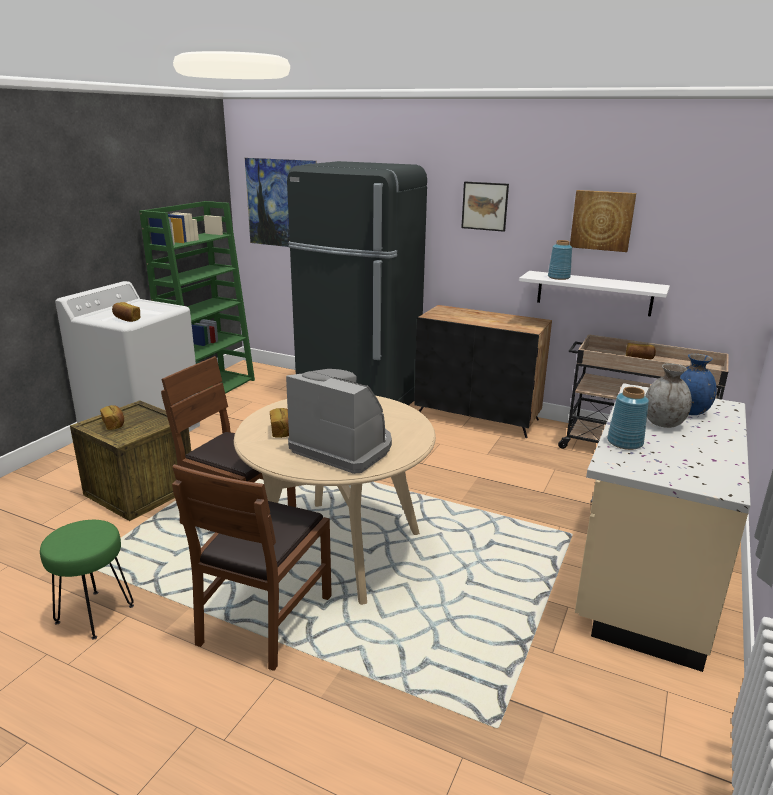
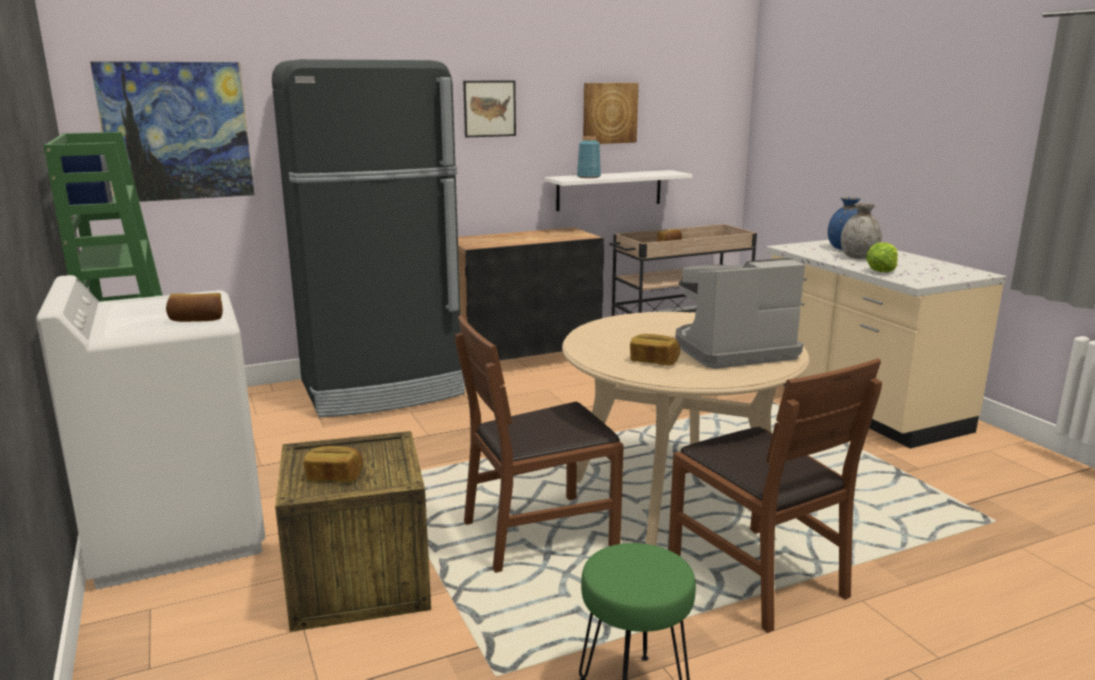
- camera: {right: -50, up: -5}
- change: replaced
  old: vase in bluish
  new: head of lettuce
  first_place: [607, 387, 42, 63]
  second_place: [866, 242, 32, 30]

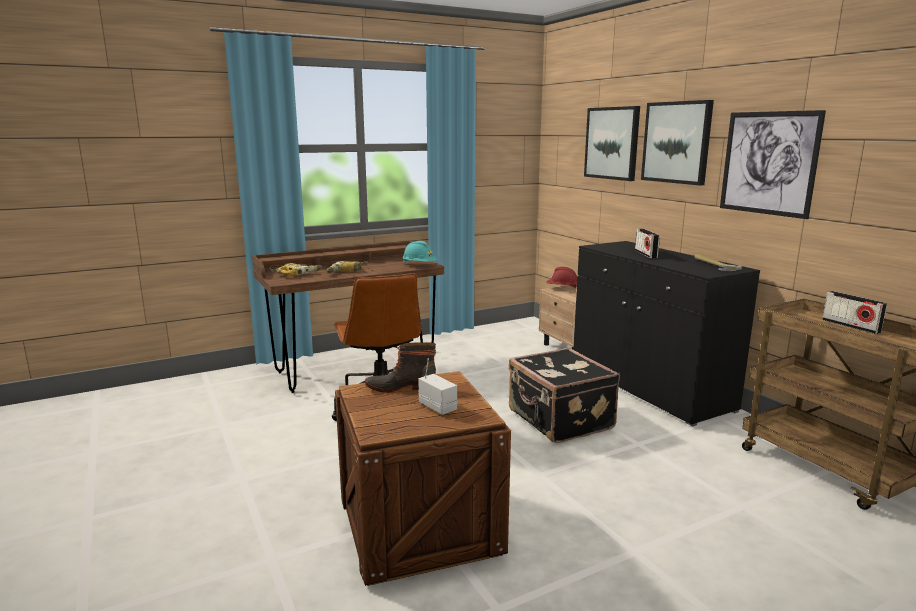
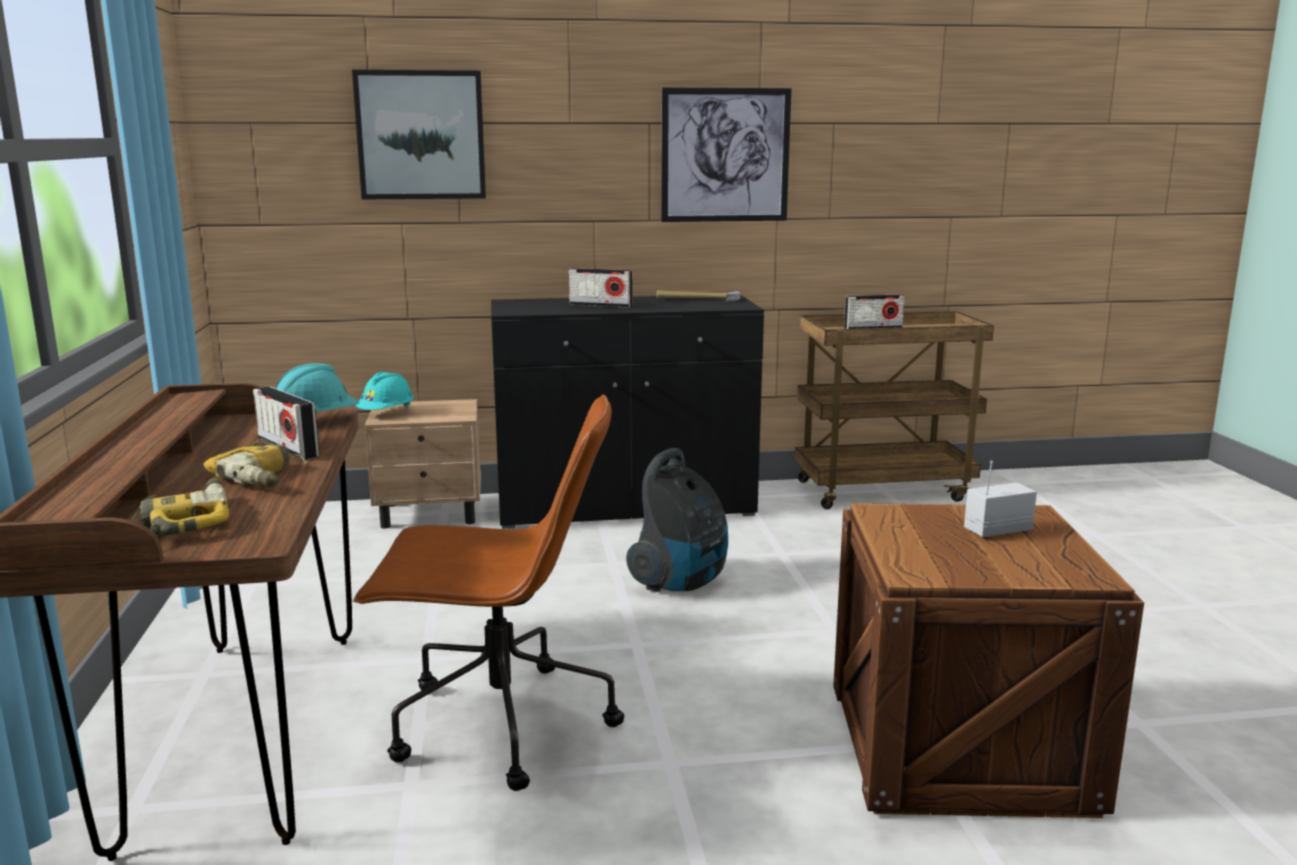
- camera: {right: -70, up: 0}
- change: added
  new: radio set
  second_place: [253, 386, 67, 74]
- change: recoloured
  old: safety helmet in reddish
  new: safety helmet in turquoise
  first_place: [547, 267, 30, 22]
  second_place: [355, 372, 59, 38]
- change: replaced
  old: suitcase in black
  new: vacuum cleaner
  first_place: [508, 348, 112, 95]
  second_place: [626, 448, 102, 144]
- change: removed
  old: boot
  first_place: [365, 342, 71, 51]
- change: removed
  old: wall picture
  first_place: [641, 100, 73, 85]

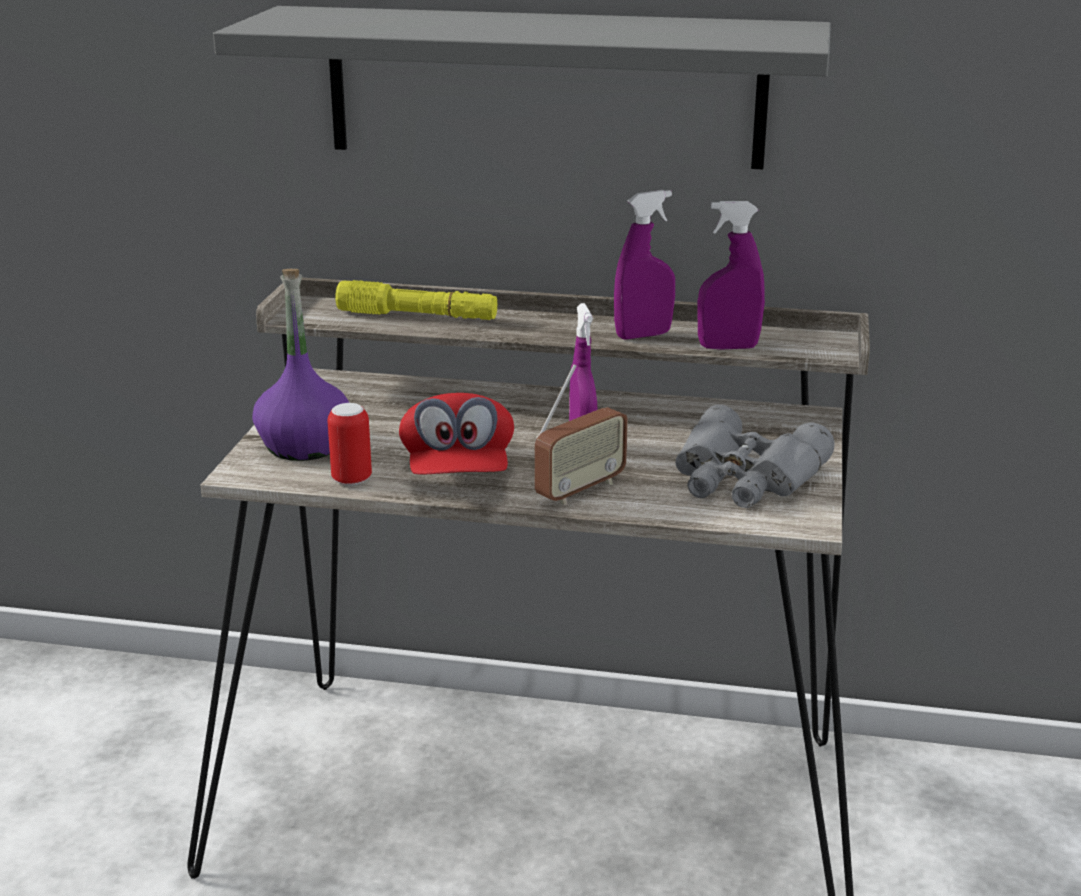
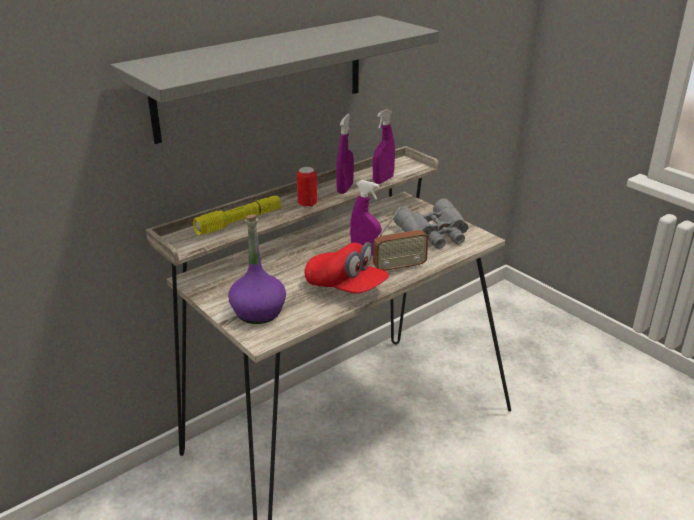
- camera: {right: -50, up: 5}
- change: moved
  old: metal can
  first_place: [327, 403, 45, 83]
  second_place: [297, 167, 20, 41]
- change: turned
  old: radio set
  first_place: [535, 364, 93, 141]
  second_place: [373, 206, 55, 66]
  degrees: 75

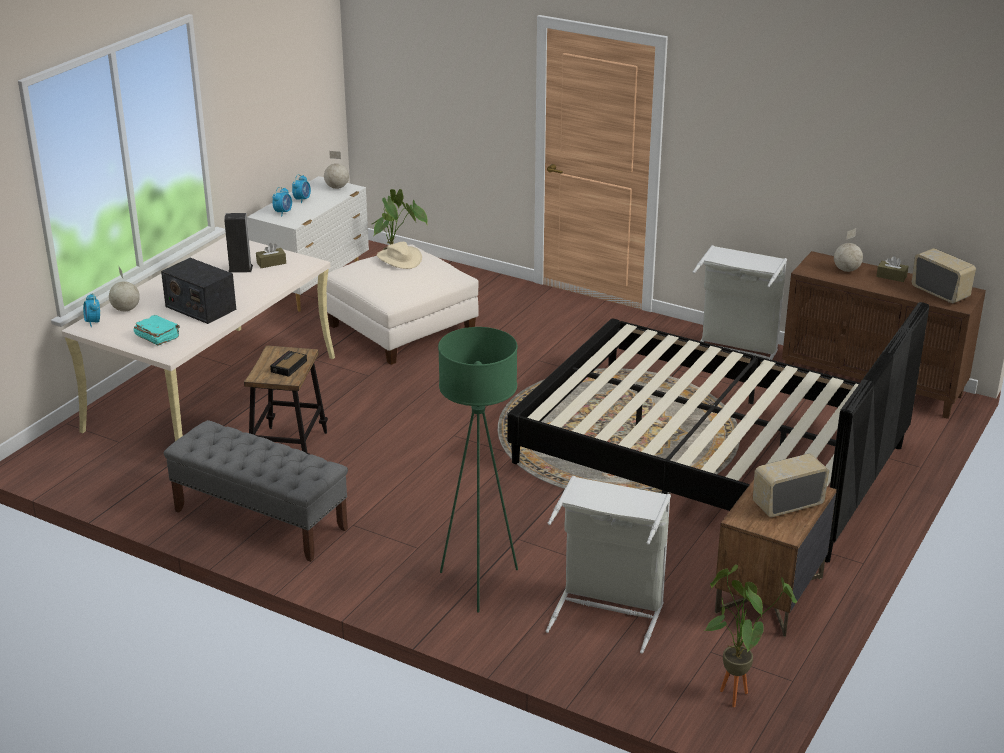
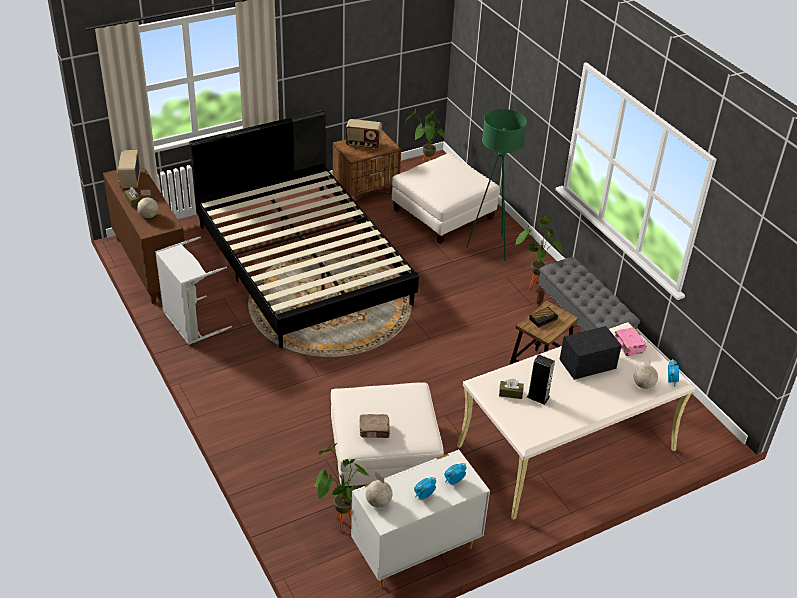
- camera: {right: -150, up: 10}
- change: replaced
  old: clothing hat in beige-coloured
  new: volume in brown
  first_place: [377, 242, 45, 27]
  second_place: [359, 414, 31, 24]
- change: replaced
  old: washing basket in grey
  new: ottoman in white-coloured
  first_place: [546, 476, 125, 178]
  second_place: [392, 153, 108, 91]
- change: added
  new: potted plant
  second_place: [515, 216, 48, 73]
- change: turned
  old: radio set
  first_place: [161, 258, 75, 66]
  second_place: [559, 326, 63, 54]
  degrees: -90
- change: recoloured
  old: volume in turquoise
  new: volume in pink
  first_place: [134, 315, 46, 31]
  second_place: [615, 327, 32, 29]

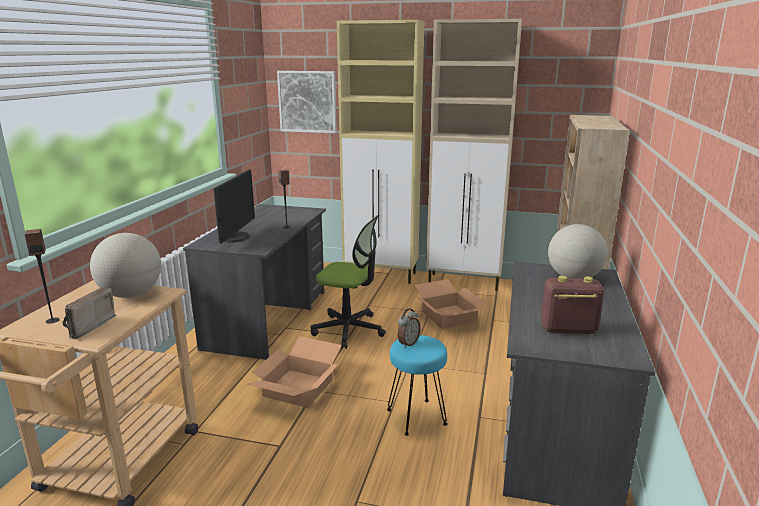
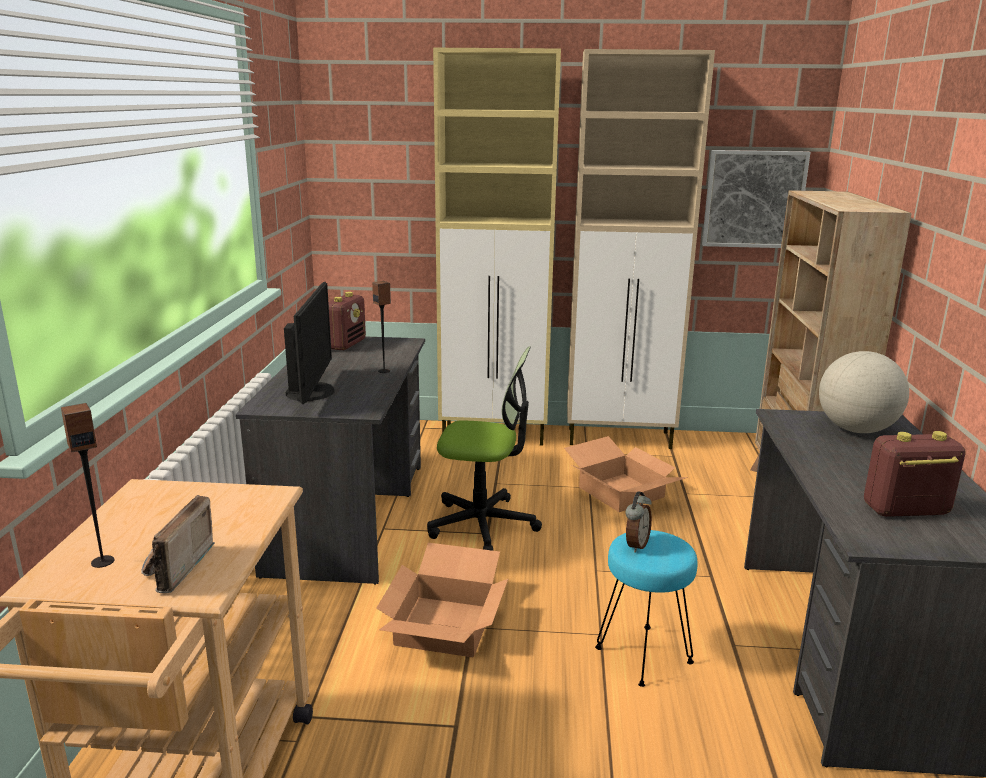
- camera: {right: -10, up: 0}
- change: added
  new: radio set
  second_place: [328, 292, 38, 58]
- change: moved
  old: wall picture
  first_place: [277, 71, 60, 62]
  second_place: [702, 150, 109, 98]
- change: removed
  old: desk globe
  first_place: [90, 233, 71, 65]

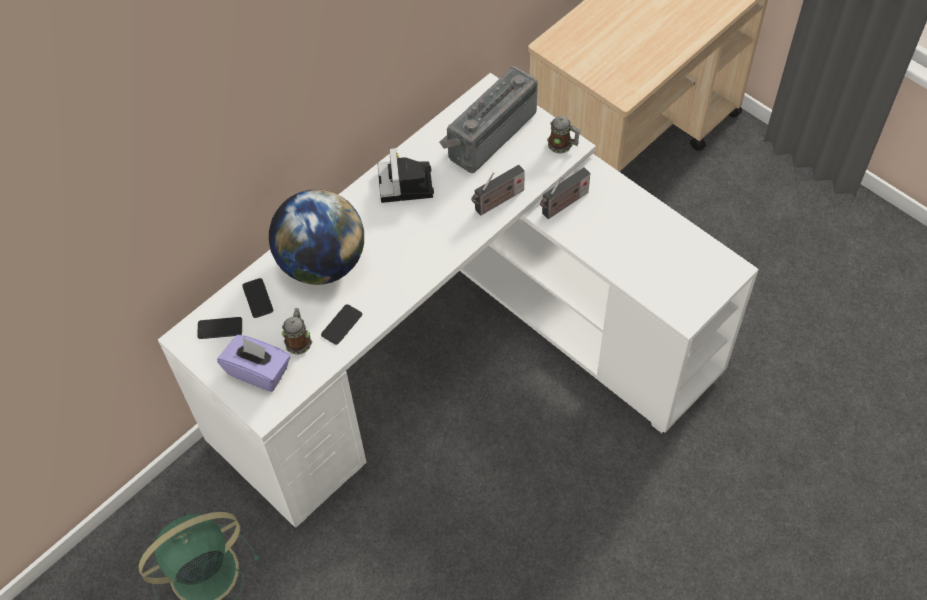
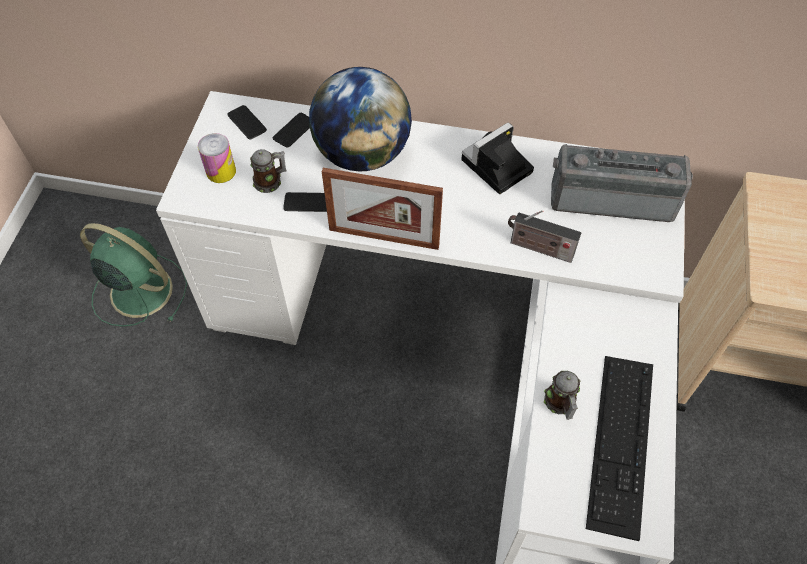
- camera: {right: 55, up: 0}
- change: replaced
  old: tissue holder in purple-coloured
  new: metal can
  first_place: [217, 335, 73, 57]
  second_place: [198, 133, 38, 50]
- change: added
  new: picture frame
  second_place: [322, 168, 121, 82]
- change: moved
  old: coffee mug
  first_place: [547, 116, 34, 37]
  second_place: [544, 371, 36, 49]
- change: added
  new: computer keyboard
  second_place: [586, 356, 67, 185]
- change: removed
  old: radio set
  first_place: [540, 167, 50, 52]

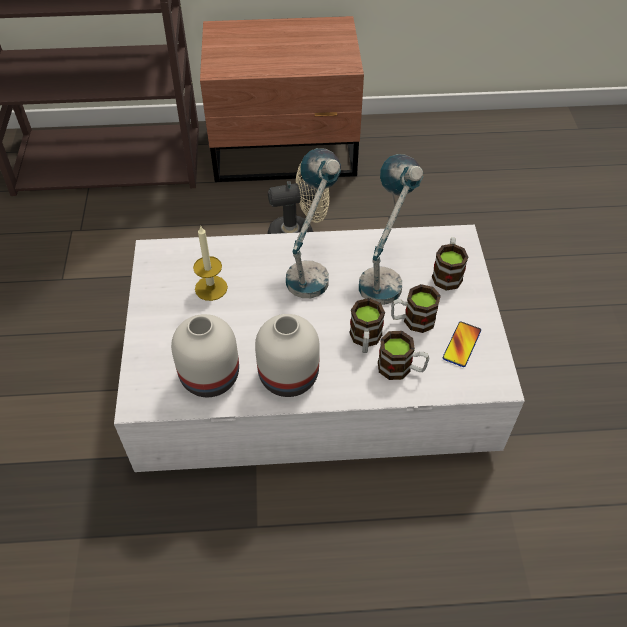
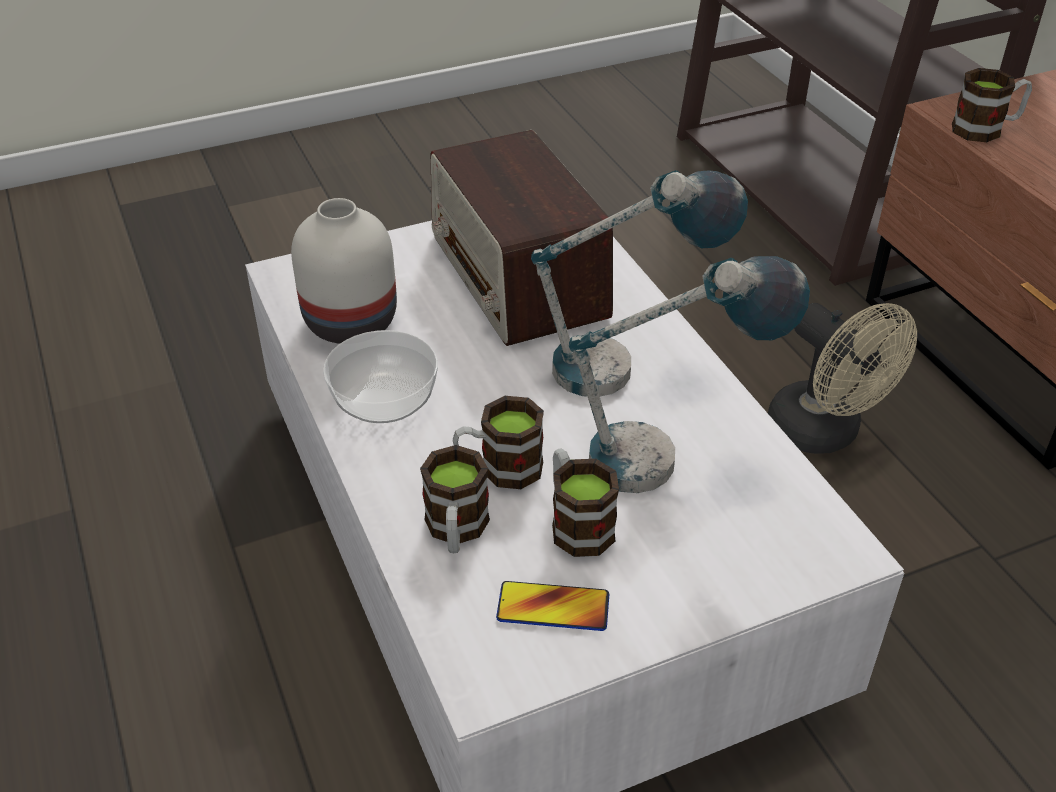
- camera: {right: 70, up: -10}
- change: replaced
  old: vase in white-coloured
  new: serving bowl
  first_place: [255, 314, 65, 83]
  second_place: [323, 330, 115, 93]
- change: replaced
  old: candle
  new: radio set
  first_place: [193, 225, 35, 76]
  second_place: [430, 130, 183, 216]
- change: moved
  old: coffee mug
  first_place: [432, 237, 37, 54]
  second_place: [952, 68, 80, 74]

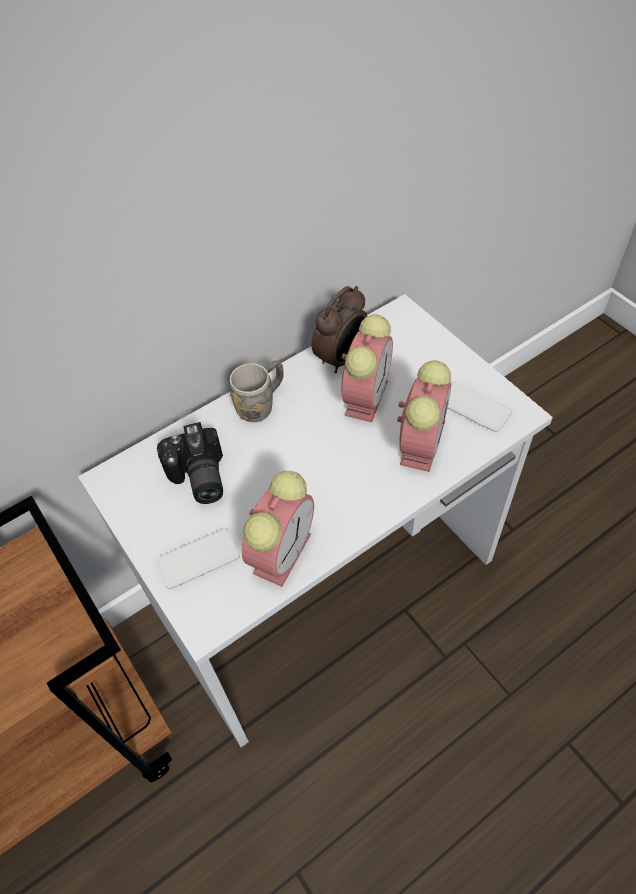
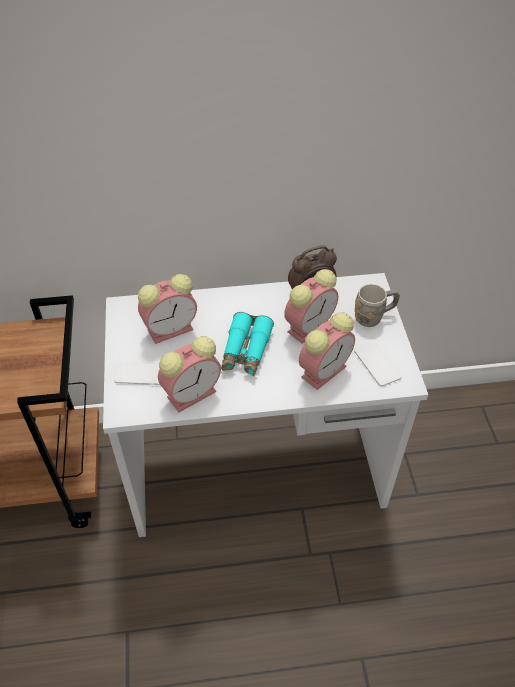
- camera: {right: 25, up: -5}
- change: replaced
  old: photo camera
  new: table clock
  first_place: [157, 422, 66, 82]
  second_place: [138, 274, 59, 70]
- change: added
  new: field glasses in turquoise
  second_place: [221, 312, 53, 64]
- change: moved
  old: coffee mug in grey
  first_place: [230, 360, 54, 62]
  second_place: [355, 284, 45, 43]

